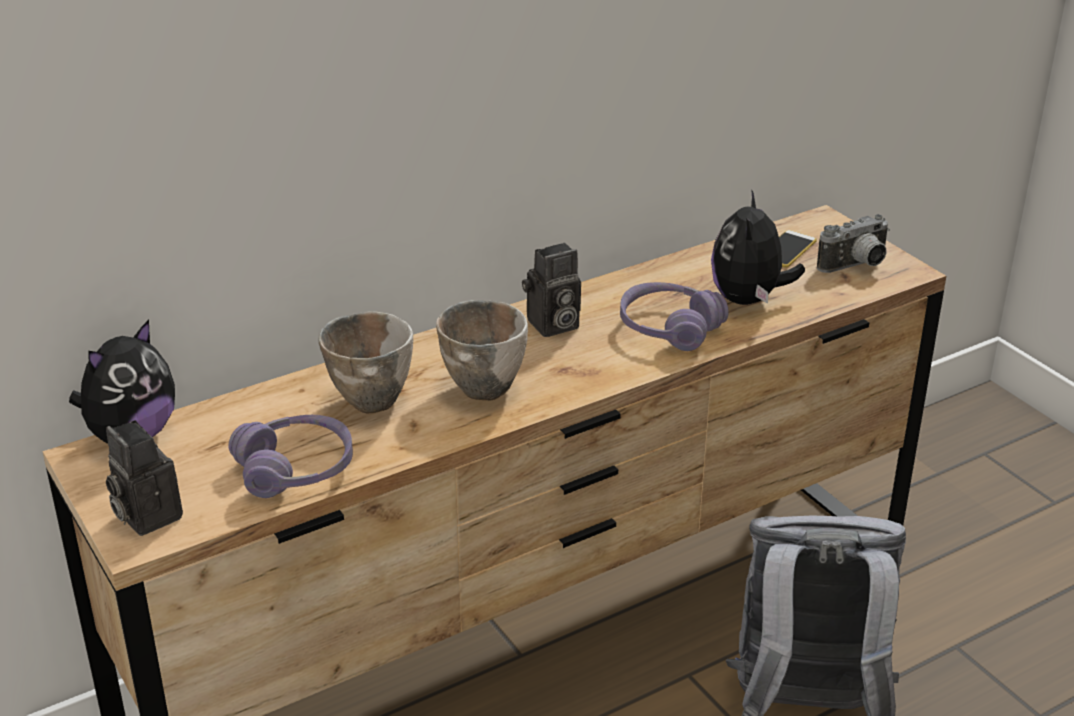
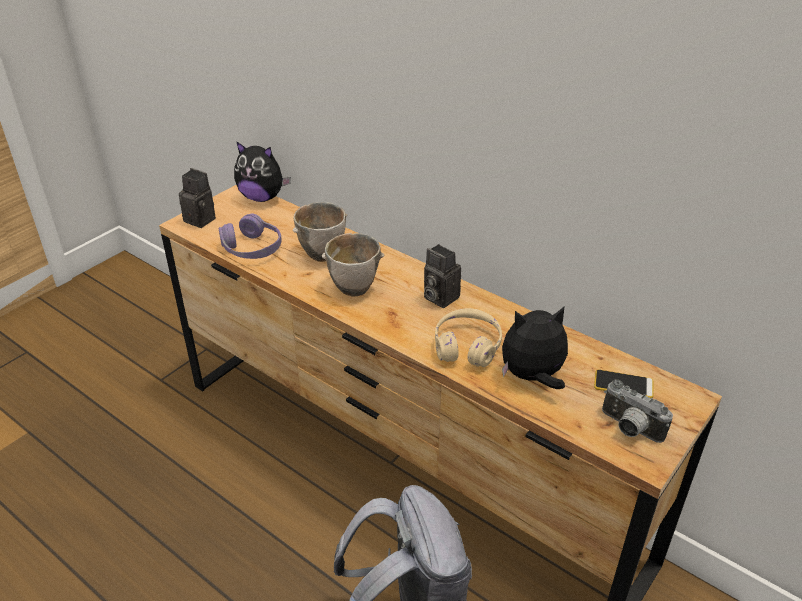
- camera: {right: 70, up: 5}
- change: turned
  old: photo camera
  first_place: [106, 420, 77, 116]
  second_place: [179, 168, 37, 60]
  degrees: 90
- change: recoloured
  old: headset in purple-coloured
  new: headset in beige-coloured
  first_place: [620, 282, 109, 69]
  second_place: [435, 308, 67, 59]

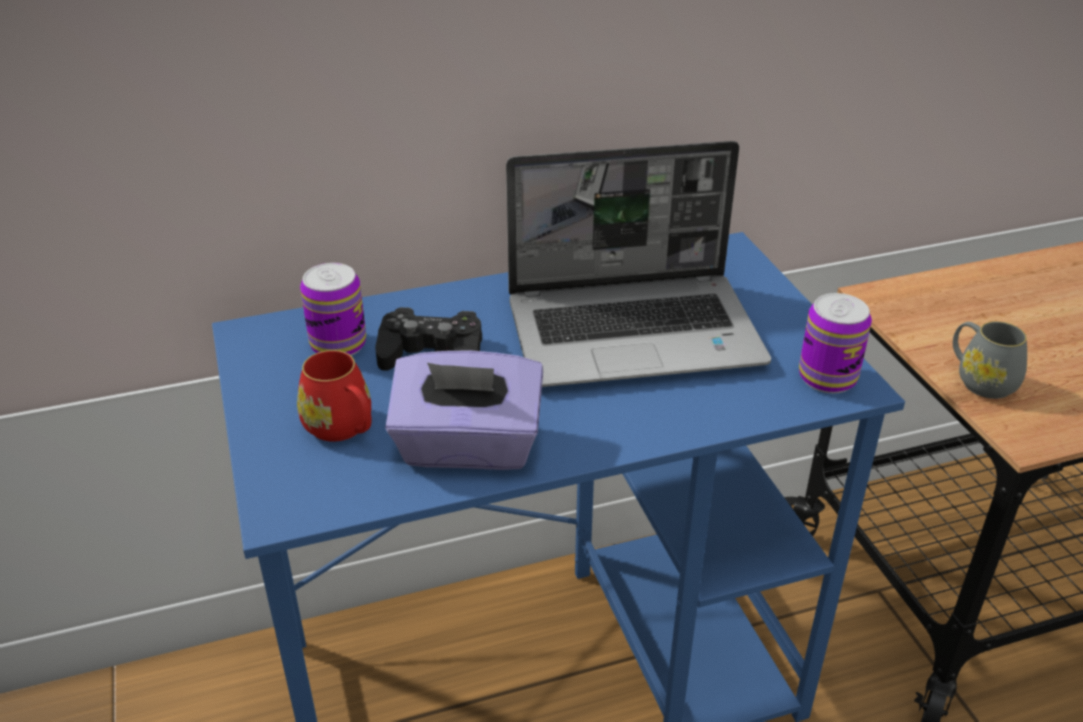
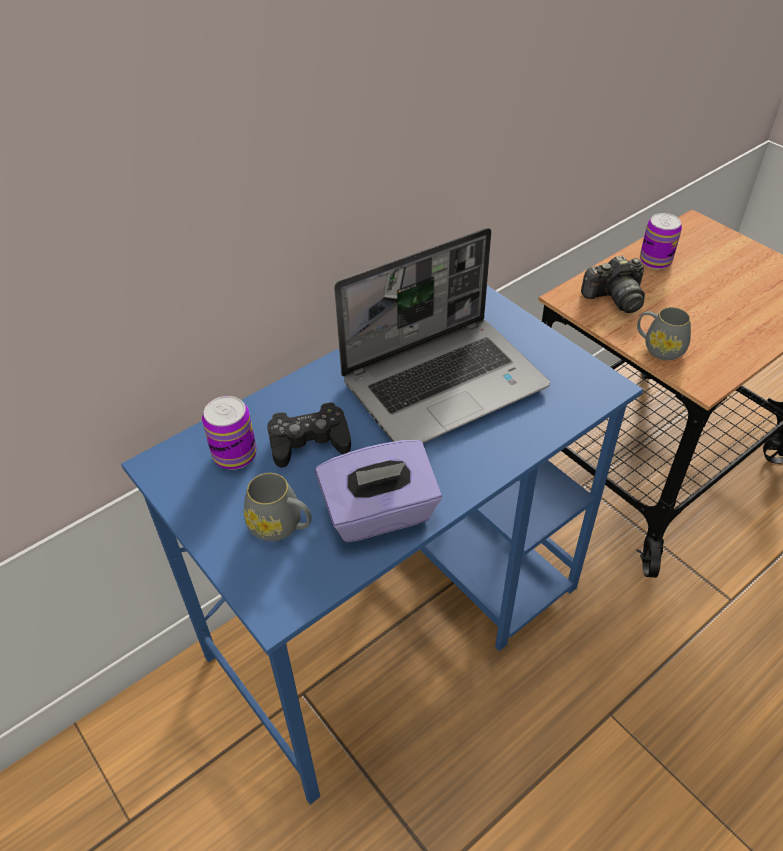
- camera: {right: -20, up: 10}
- change: recoloured
  old: coffee mug in reddish
  new: coffee mug in grey
  first_place: [297, 350, 75, 92]
  second_place: [244, 473, 68, 68]
- change: added
  new: photo camera
  second_place: [581, 255, 64, 58]
- change: moved
  old: metal can
  first_place: [799, 293, 73, 100]
  second_place: [640, 213, 42, 56]

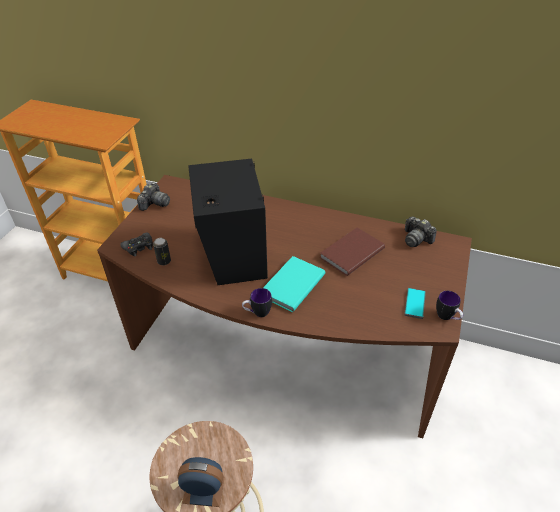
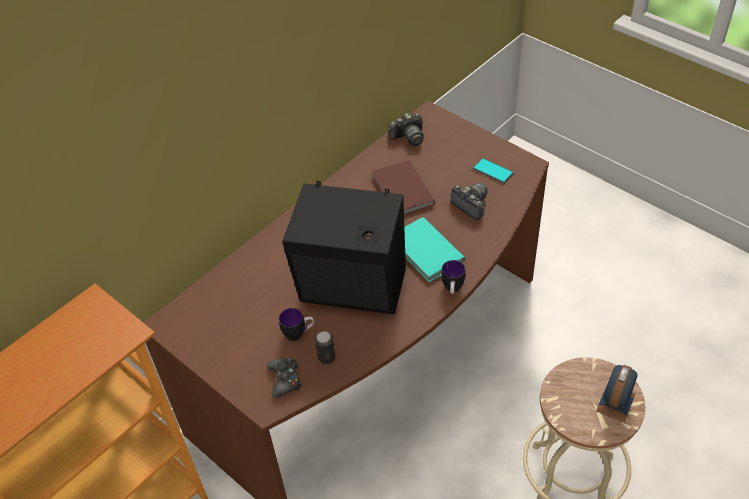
- camera: {right: -65, up: 5}
- change: moved
  old: coffee mug
  first_place: [436, 291, 27, 29]
  second_place: [279, 308, 35, 33]
- change: moved
  old: photo camera
  first_place: [137, 182, 33, 29]
  second_place: [451, 183, 37, 37]

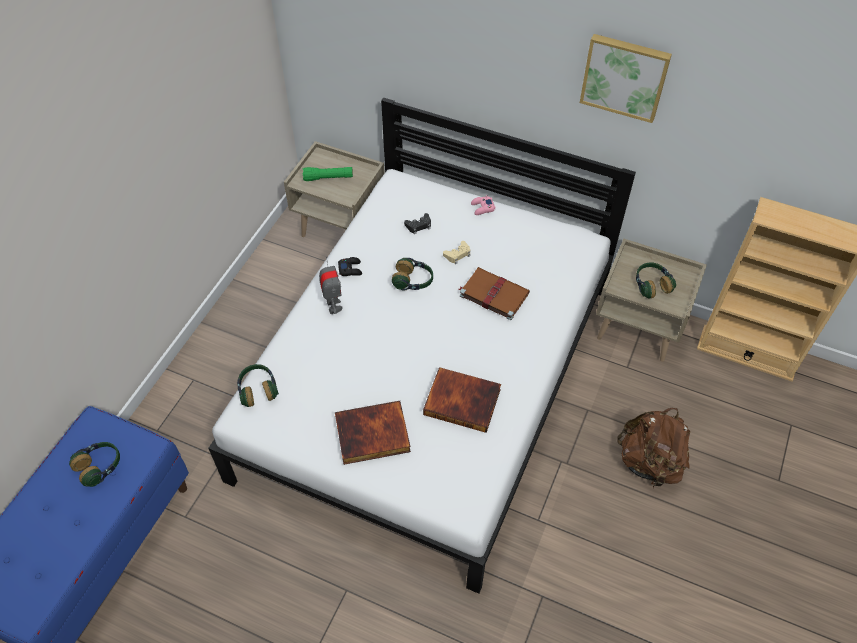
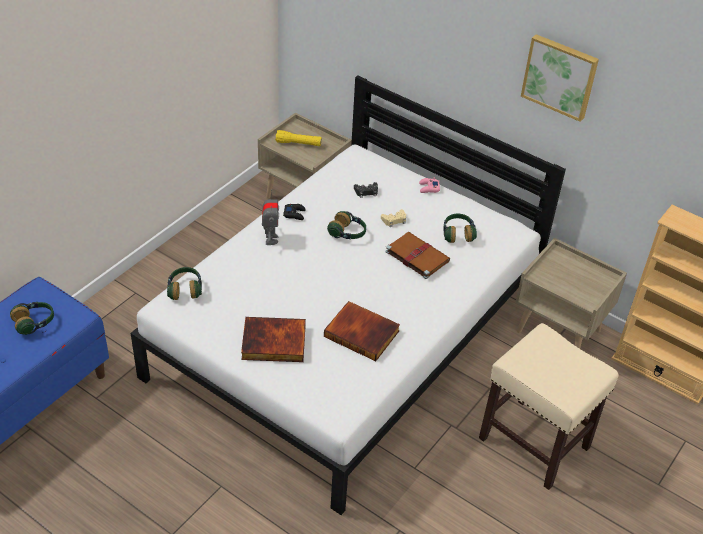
- camera: {right: 10, up: -10}
- change: recoloured
  old: flashlight in greenish
  new: flashlight in yellow
  first_place: [303, 167, 50, 14]
  second_place: [275, 130, 47, 16]
- change: moved
  old: headset
  first_place: [636, 262, 40, 37]
  second_place: [444, 214, 33, 29]
- change: replaced
  old: rucksack in brown
  new: stool in beige-coloured
  first_place: [617, 408, 73, 80]
  second_place: [479, 323, 140, 167]

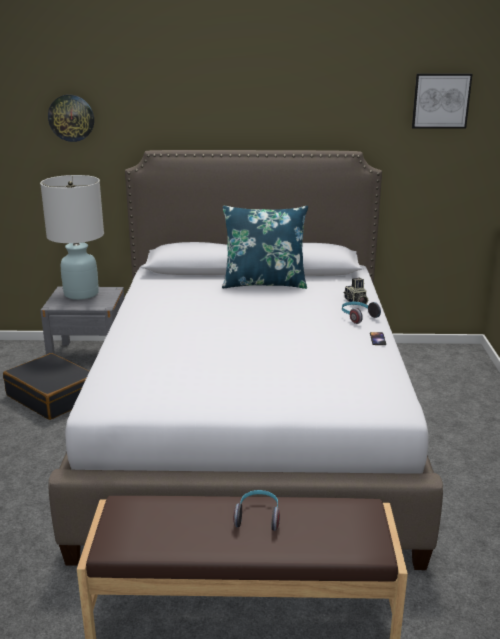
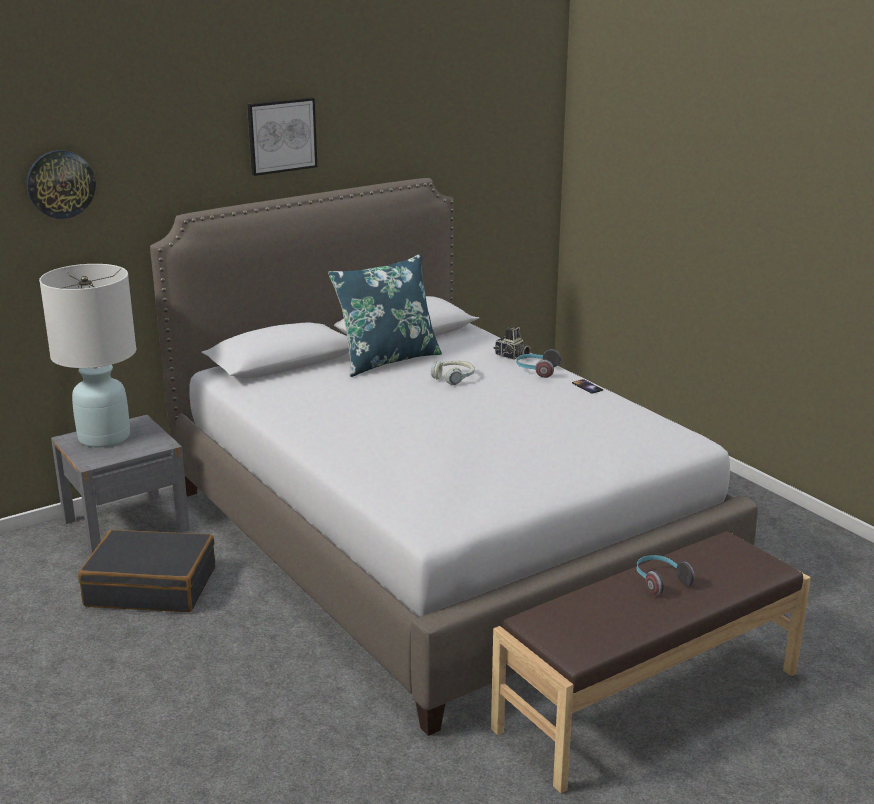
- camera: {right: -35, up: 0}
- change: moved
  old: wall picture
  first_place: [412, 73, 60, 56]
  second_place: [247, 97, 70, 79]
- change: added
  new: headset
  second_place: [431, 361, 44, 24]

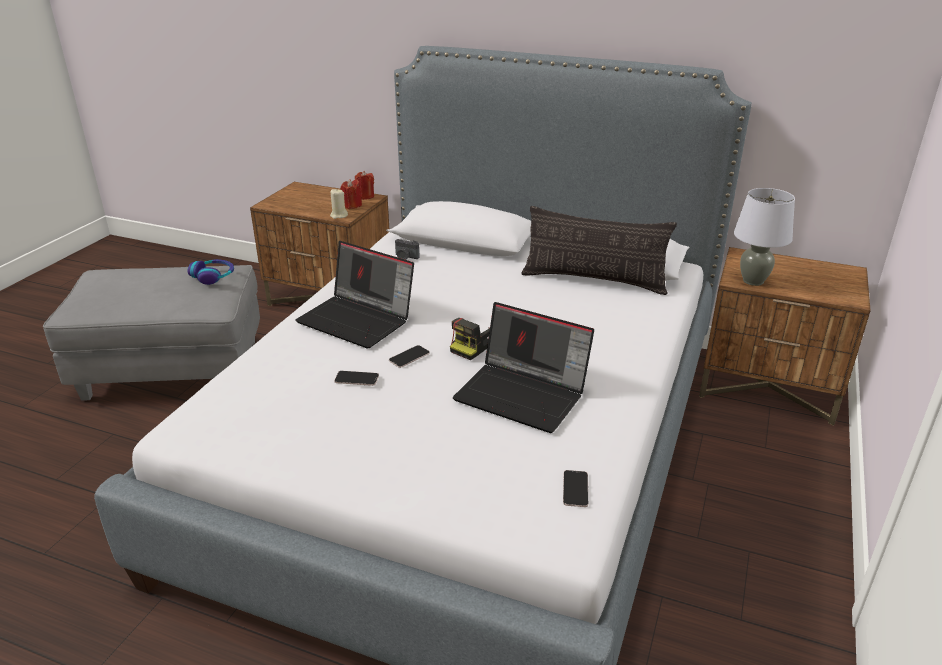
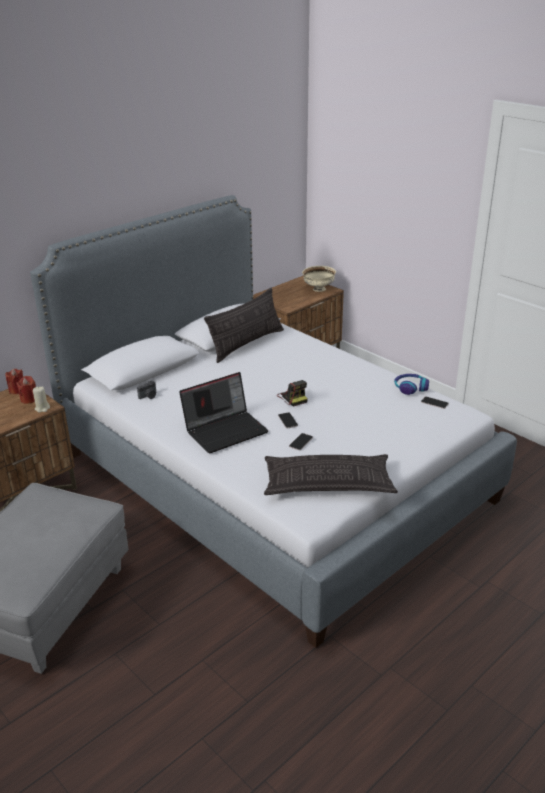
- camera: {right: -65, up: 0}
- change: added
  new: throw pillow
  second_place: [264, 454, 134, 41]
- change: added
  new: serving bowl in beige-coloured
  second_place: [302, 266, 34, 26]
- change: moved
  old: headset
  first_place: [188, 259, 46, 26]
  second_place: [394, 374, 35, 21]
- change: removed
  old: notebook computer
  first_place: [453, 302, 141, 131]
- change: removed
  old: tabletop lamp in grey
  first_place: [734, 188, 61, 98]

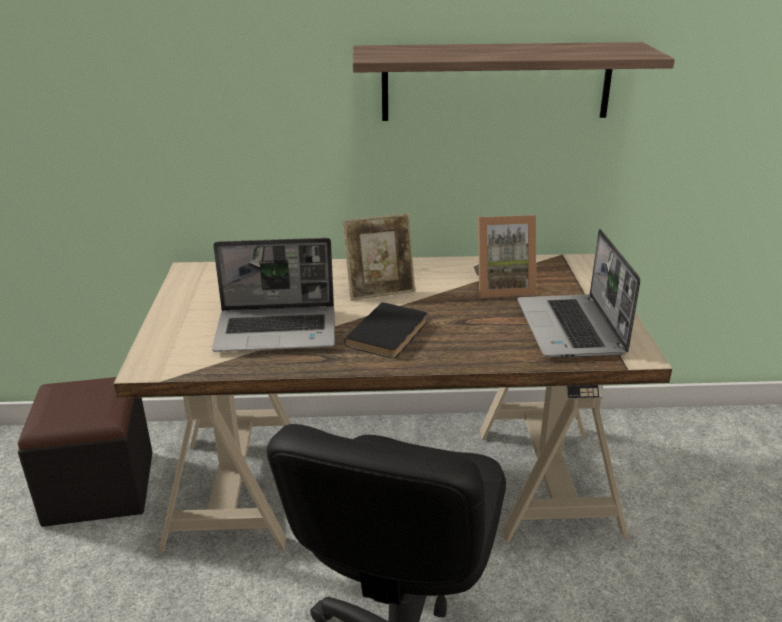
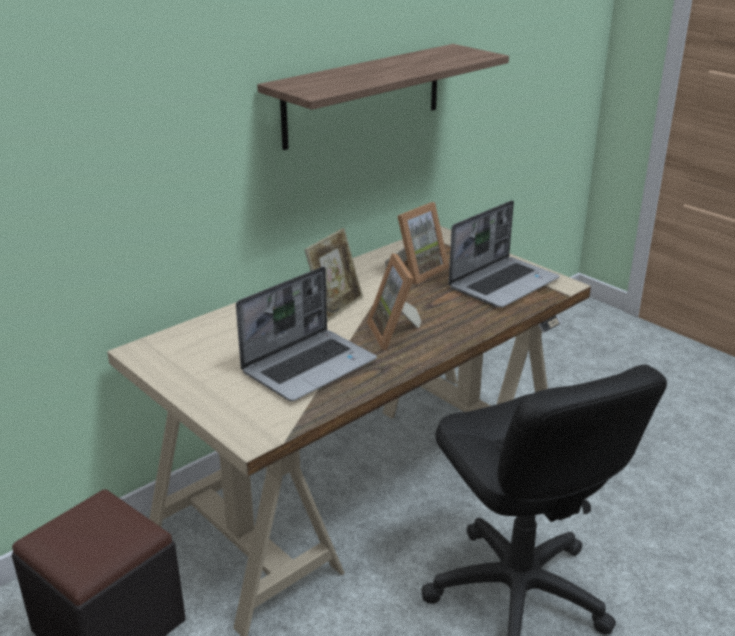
- camera: {right: -40, up: 0}
- change: replaced
  old: volume in black
  new: picture frame
  first_place: [345, 302, 82, 56]
  second_place: [367, 253, 54, 97]
- change: turned
  old: notebook computer
  first_place: [517, 229, 123, 129]
  second_place: [449, 200, 111, 108]
  degrees: -90

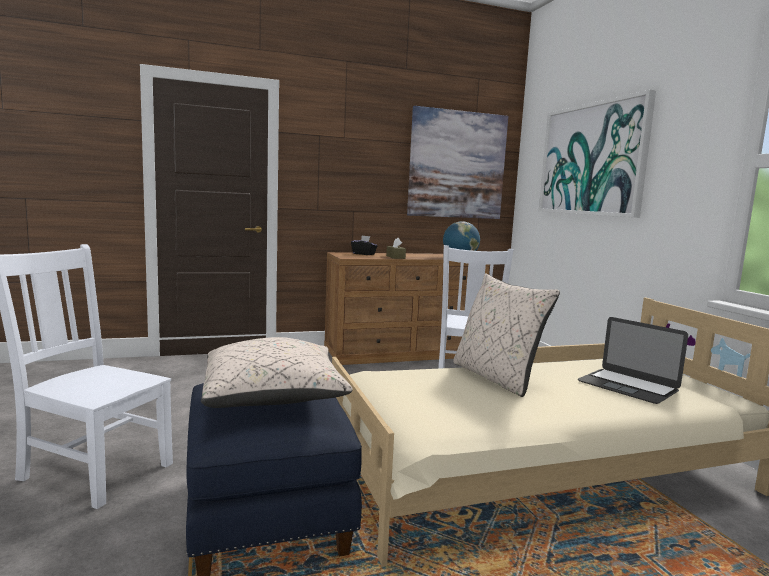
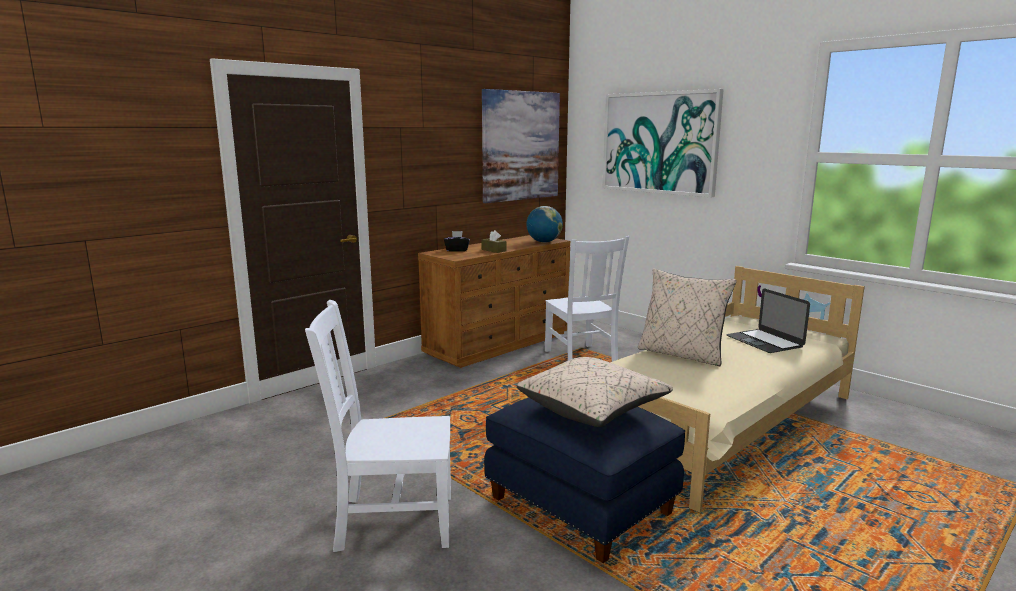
- camera: {right: -25, up: 5}
- change: turned
  old: notebook computer
  first_place: [578, 317, 110, 87]
  second_place: [726, 288, 84, 65]
  degrees: 45

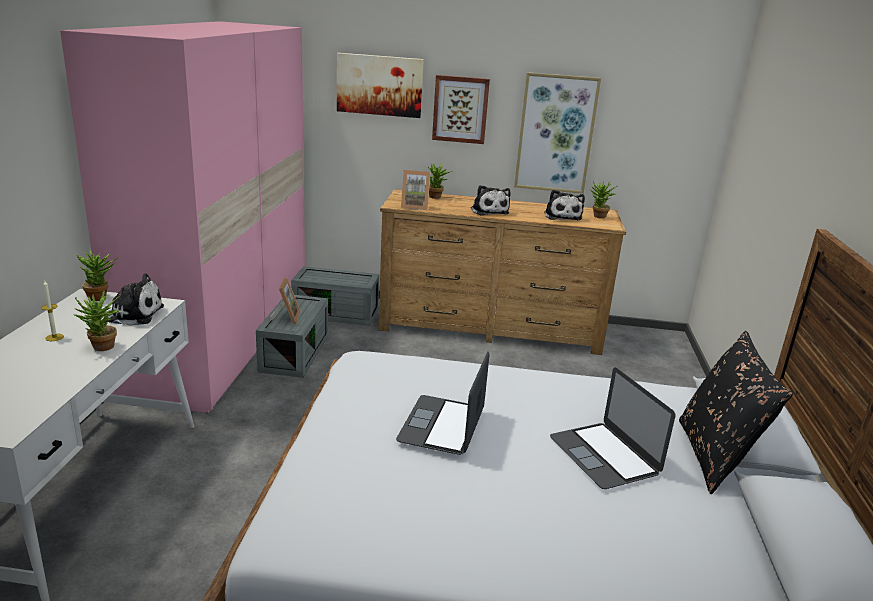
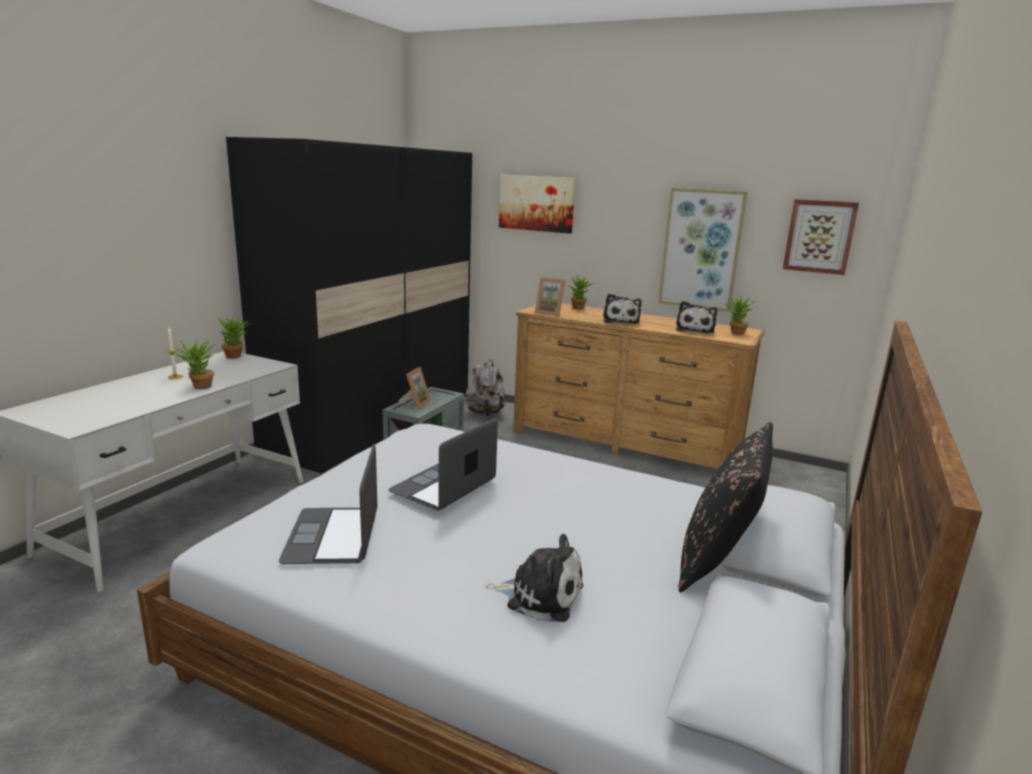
- camera: {right: 20, up: -5}
- change: recoloured
  old: clothes cupboard in pink
  new: clothes cupboard in black
  first_place: [60, 21, 245, 392]
  second_place: [226, 137, 246, 337]
- change: moved
  old: notebook computer
  first_place: [550, 368, 125, 121]
  second_place: [279, 444, 98, 120]
- change: replaced
  old: storage bin in grey
  new: rucksack in grey
  first_place: [291, 266, 88, 60]
  second_place: [465, 360, 41, 56]
- change: moved
  old: plush toy
  first_place: [106, 274, 58, 52]
  second_place: [485, 534, 98, 88]
- change: moved
  old: wall picture
  first_place: [432, 75, 58, 69]
  second_place: [783, 199, 76, 76]

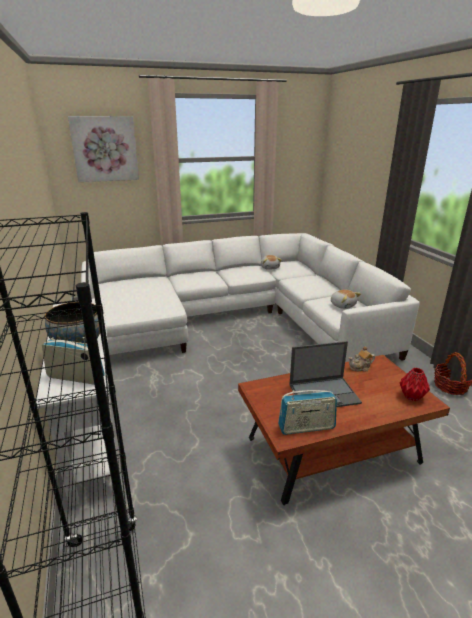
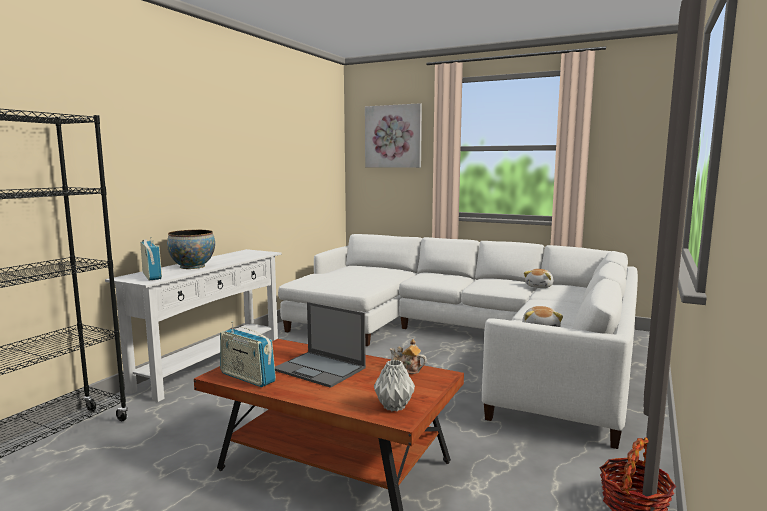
- camera: {right: 45, up: -15}
- change: recoloured
  old: vase in reddish
  new: vase in grey
  first_place: [400, 368, 30, 33]
  second_place: [374, 360, 41, 51]

